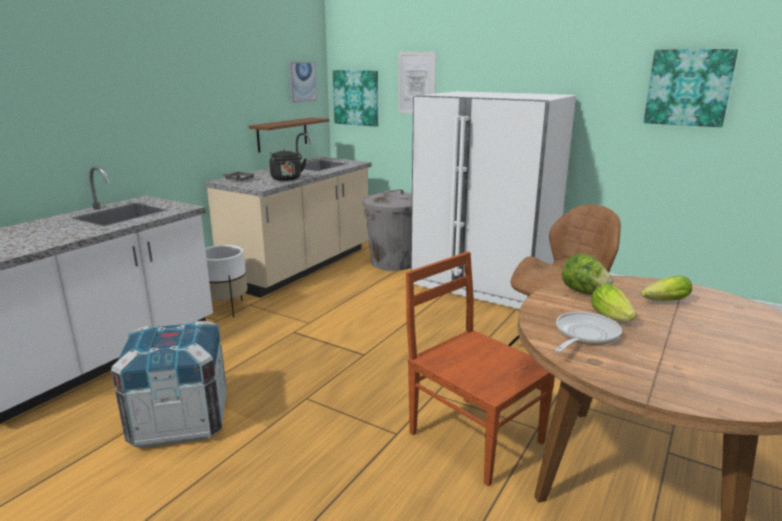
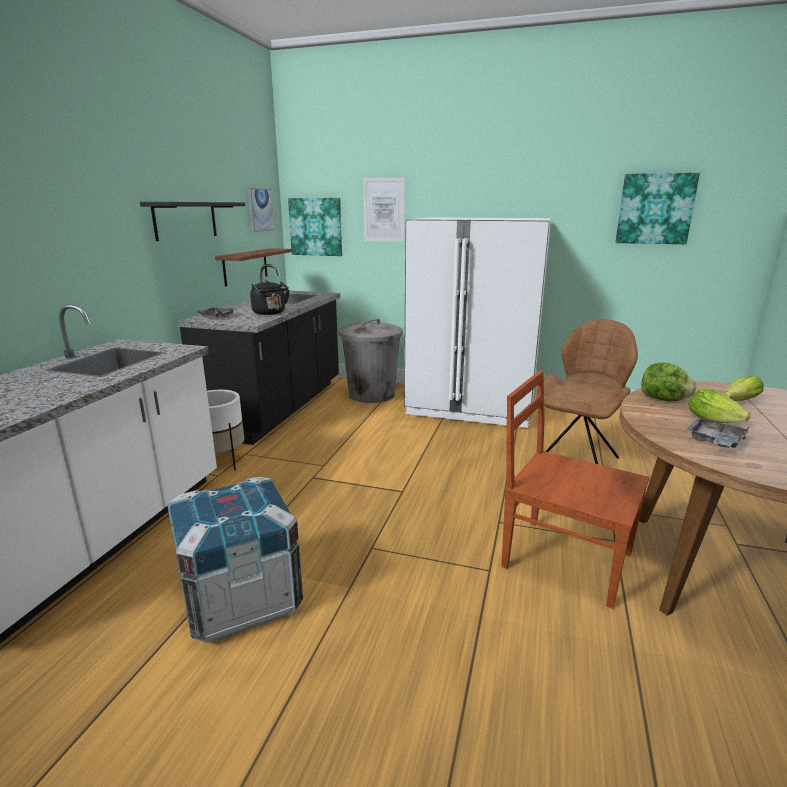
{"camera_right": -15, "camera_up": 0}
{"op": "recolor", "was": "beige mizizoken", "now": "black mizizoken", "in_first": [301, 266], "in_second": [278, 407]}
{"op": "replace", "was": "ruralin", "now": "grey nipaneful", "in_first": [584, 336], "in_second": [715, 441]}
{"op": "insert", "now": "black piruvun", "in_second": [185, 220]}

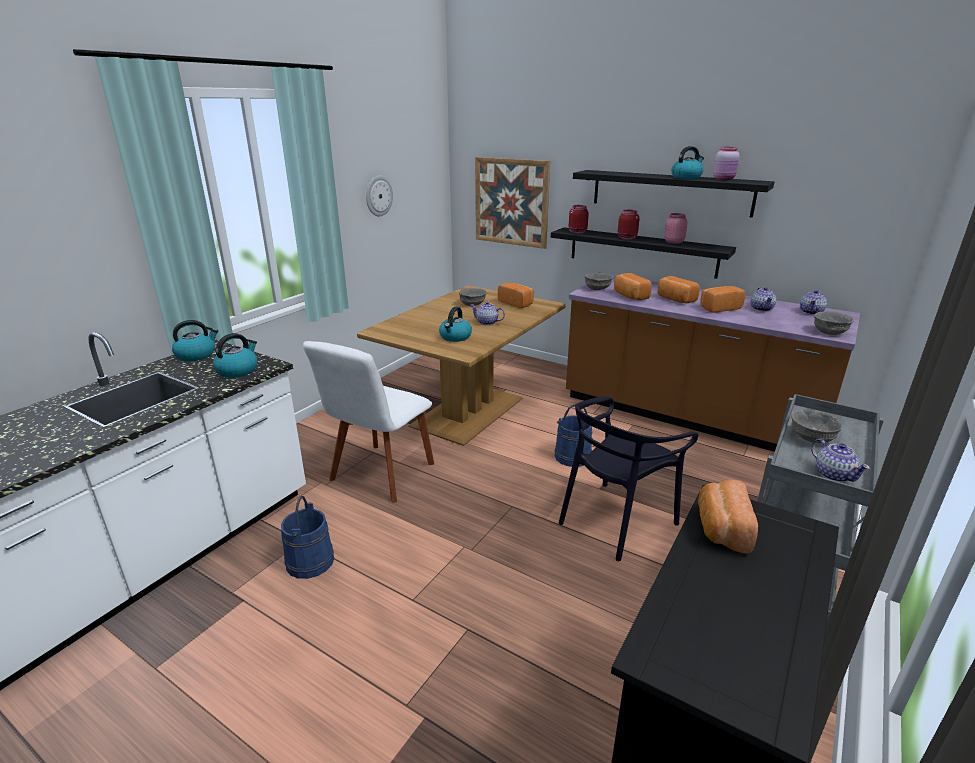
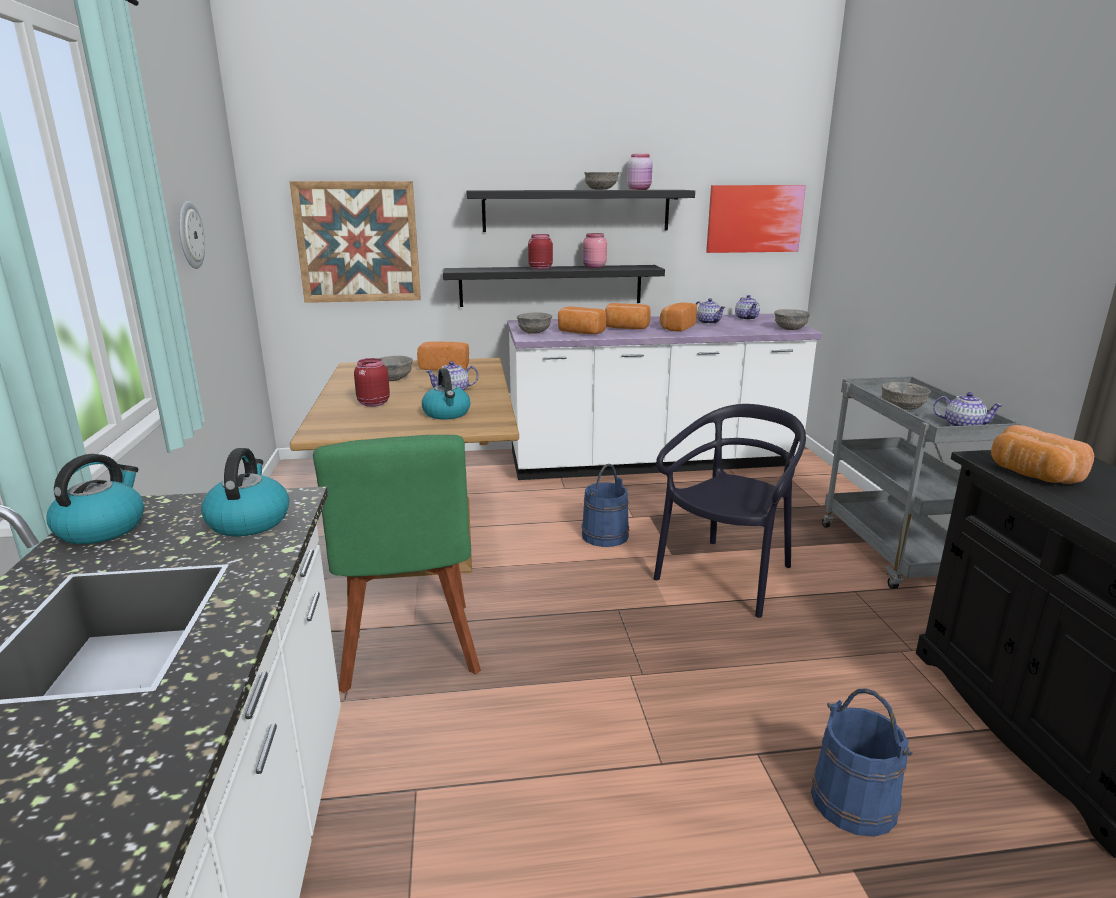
{"camera_right": -40, "camera_up": -5}
{"op": "move", "was": "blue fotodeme", "in_first": [309, 561], "in_second": [853, 801]}
{"op": "recolor", "was": "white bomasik", "now": "green bomasik", "in_first": [380, 474], "in_second": [409, 651]}
{"op": "rotate", "was": "black bomasik", "in_first": [616, 520], "in_second": [727, 576], "clockwise": -150}
{"op": "recolor", "was": "brown mizizoken", "now": "white mizizoken", "in_first": [688, 415], "in_second": [651, 461]}
{"op": "move", "was": "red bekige", "in_first": [577, 232], "in_second": [372, 403]}
{"op": "replace", "was": "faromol", "now": "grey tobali", "in_first": [686, 177], "in_second": [600, 189]}
{"op": "insert", "now": "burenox", "in_second": [754, 218]}

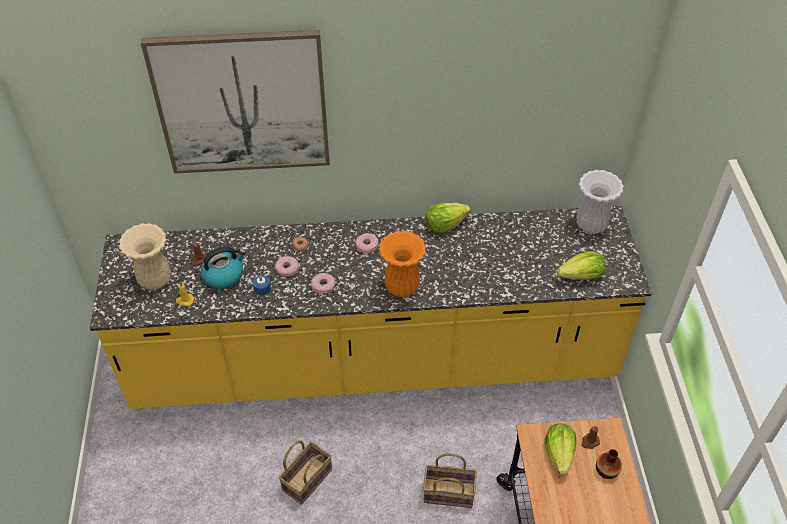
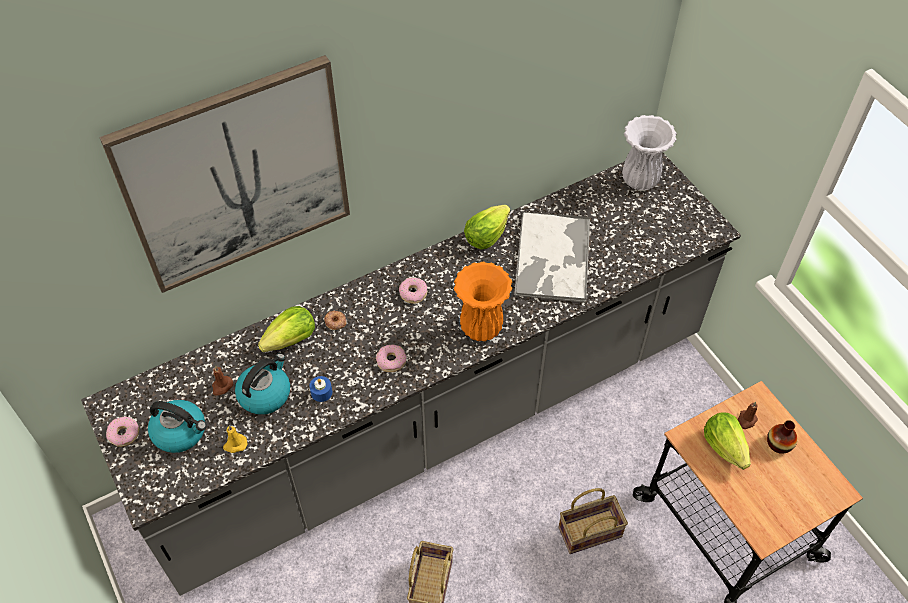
{"camera_right": -25, "camera_up": 5}
{"op": "recolor", "was": "yellow mizizoken", "now": "grey mizizoken", "in_first": [393, 363], "in_second": [454, 410]}
{"op": "replace", "was": "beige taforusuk", "now": "faromol", "in_first": [155, 279], "in_second": [181, 432]}
{"op": "move", "was": "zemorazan", "in_first": [287, 269], "in_second": [124, 434]}
{"op": "move", "was": "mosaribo", "in_first": [581, 276], "in_second": [291, 340]}
{"op": "insert", "now": "nipaneful", "in_second": [552, 258]}

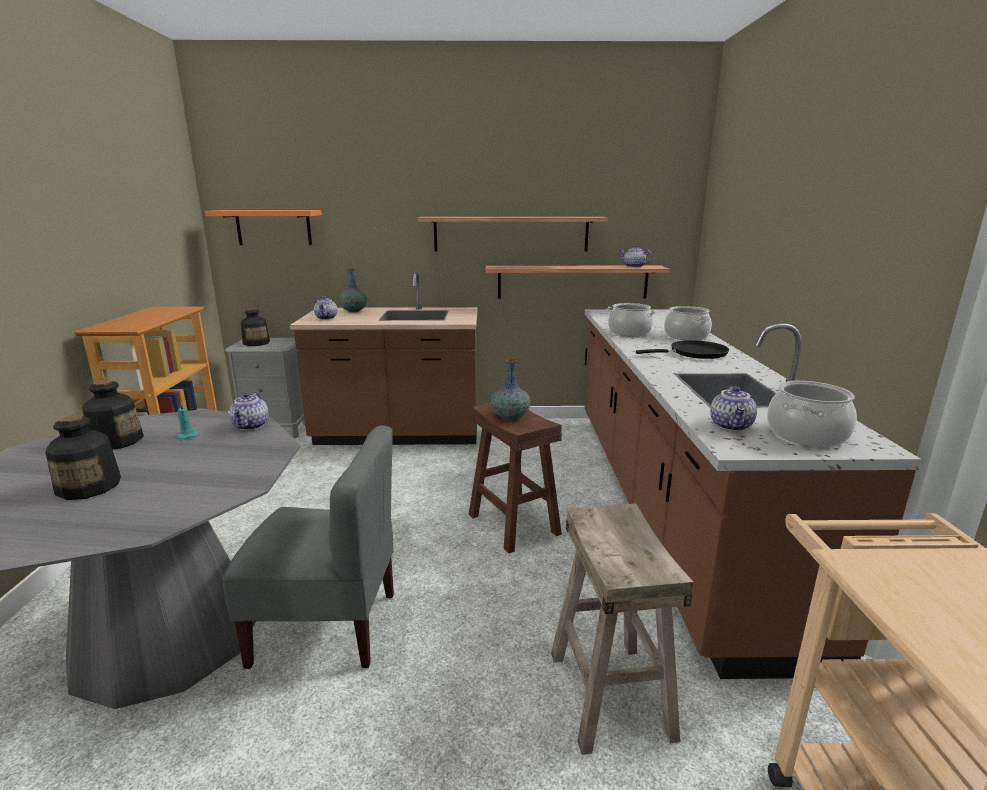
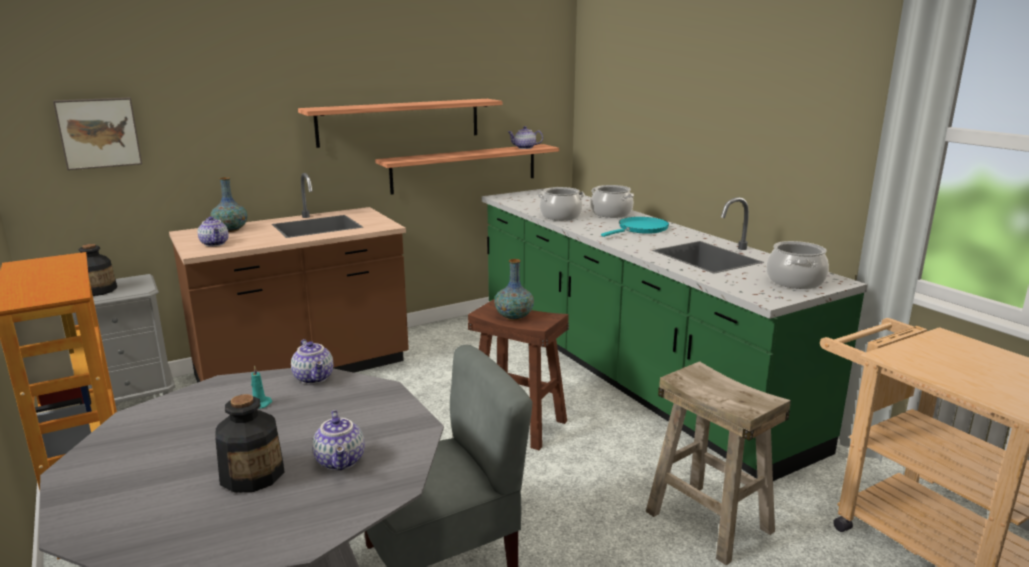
{"camera_right": -30, "camera_up": 0}
{"op": "delete", "was": "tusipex", "in_first": [116, 441]}
{"op": "replace", "was": "orange piruvun", "now": "burenox", "in_first": [273, 227], "in_second": [99, 132]}
{"op": "recolor", "was": "brown mizizoken", "now": "green mizizoken", "in_first": [667, 503], "in_second": [626, 371]}
{"op": "recolor", "was": "black ruralin", "now": "turquoise ruralin", "in_first": [694, 353], "in_second": [640, 229]}
{"op": "move", "was": "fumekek", "in_first": [732, 426], "in_second": [341, 461]}

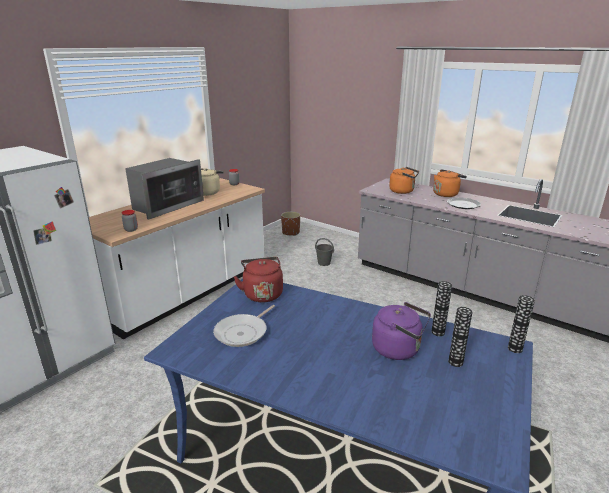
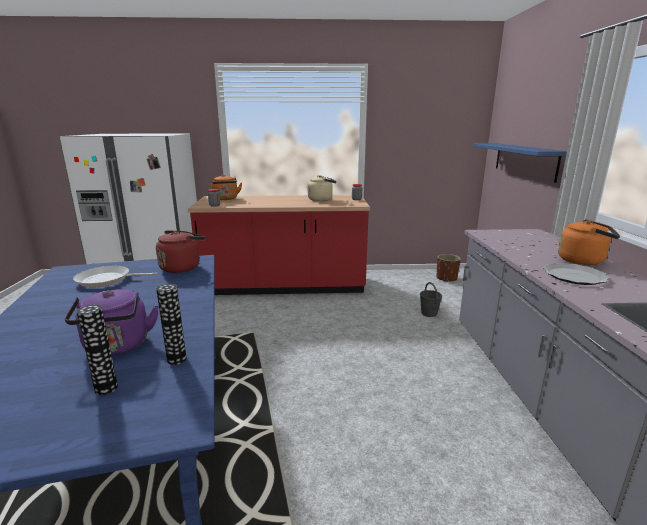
{"camera_right": 50, "camera_up": -5}
{"op": "recolor", "was": "white mizizoken", "now": "red mizizoken", "in_first": [187, 292], "in_second": [284, 286]}
{"op": "delete", "was": "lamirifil", "in_first": [166, 205]}
{"op": "move", "was": "orange faromol", "in_first": [403, 191], "in_second": [225, 199]}
{"op": "delete", "was": "taforusuk", "in_first": [515, 349]}
{"op": "insert", "now": "blue piruvun", "in_second": [524, 160]}

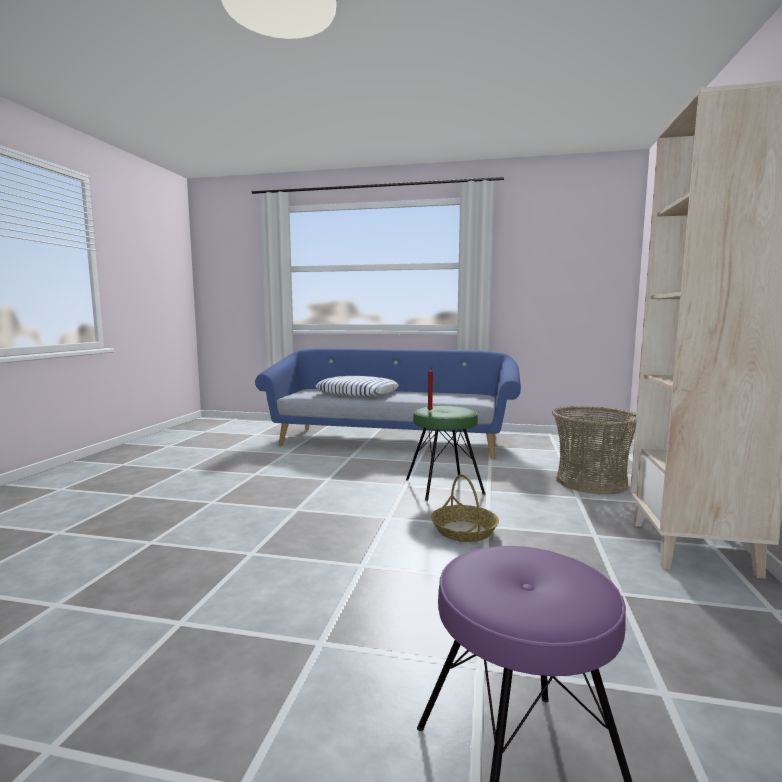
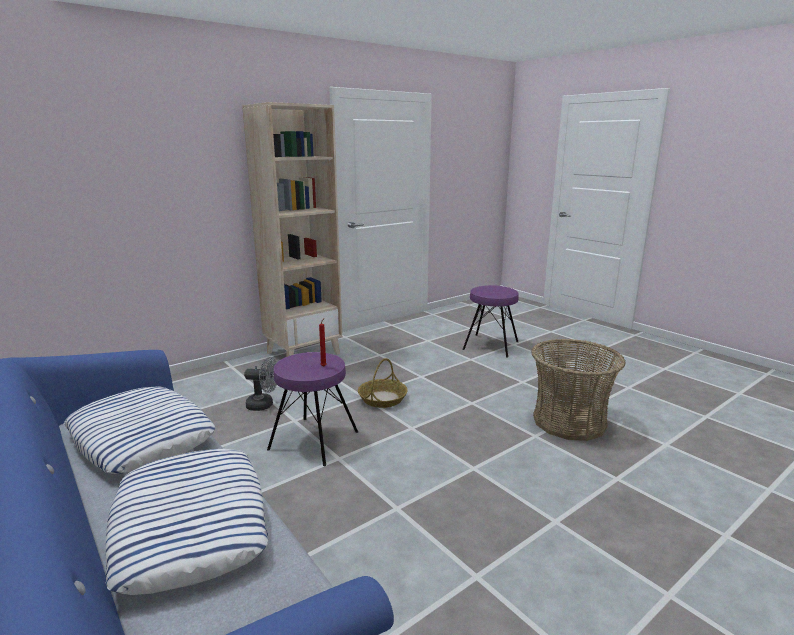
{"camera_right": -140, "camera_up": 10}
{"op": "recolor", "was": "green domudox", "now": "purple domudox", "in_first": [444, 486], "in_second": [313, 440]}
{"op": "move", "was": "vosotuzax", "in_first": [591, 482], "in_second": [569, 421]}
{"op": "insert", "now": "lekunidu", "in_second": [141, 437]}
{"op": "insert", "now": "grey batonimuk", "in_second": [264, 405]}

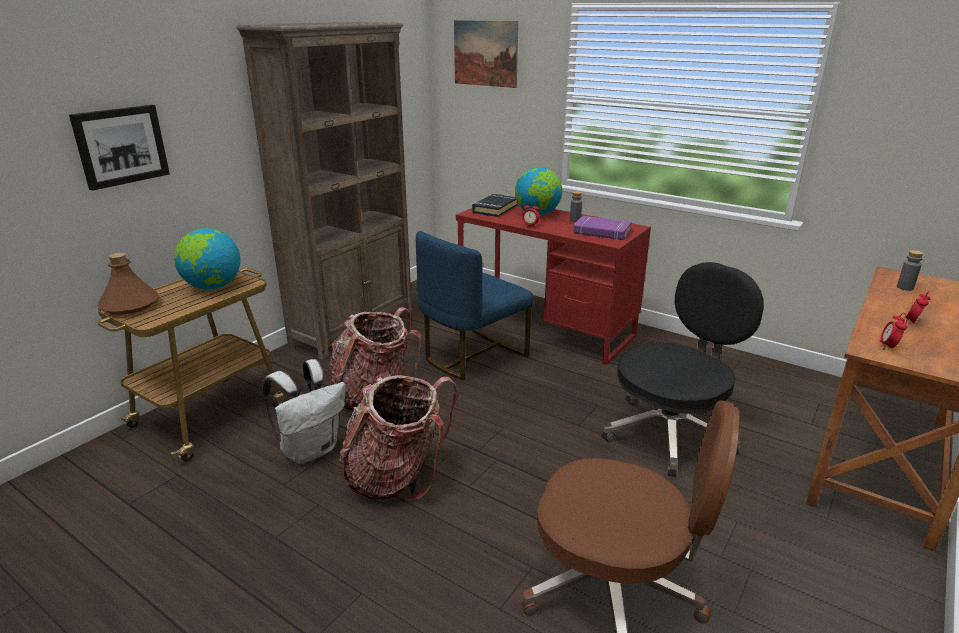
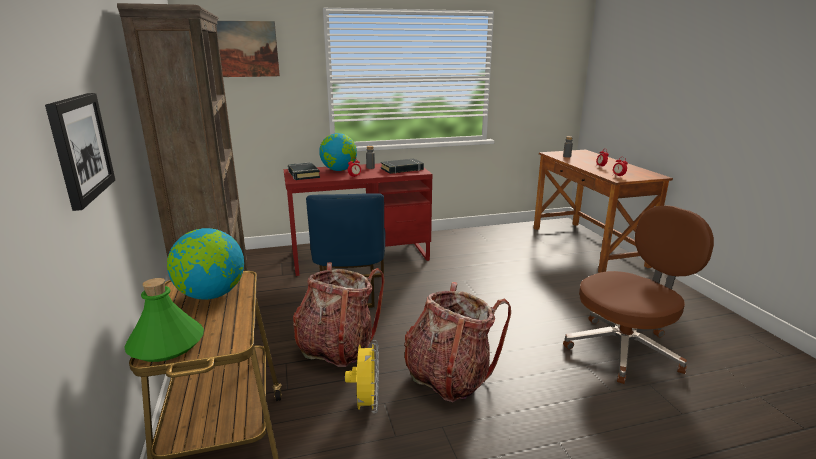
{"camera_right": -50, "camera_up": -5}
{"op": "recolor", "was": "brown tusipex", "now": "green tusipex", "in_first": [130, 305], "in_second": [167, 344]}
{"op": "replace", "was": "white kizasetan", "now": "yellow batonimuk", "in_first": [311, 450], "in_second": [366, 404]}
{"op": "recolor", "was": "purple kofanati", "now": "black kofanati", "in_first": [602, 232], "in_second": [402, 169]}
{"op": "delete", "was": "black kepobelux", "in_first": [670, 433]}

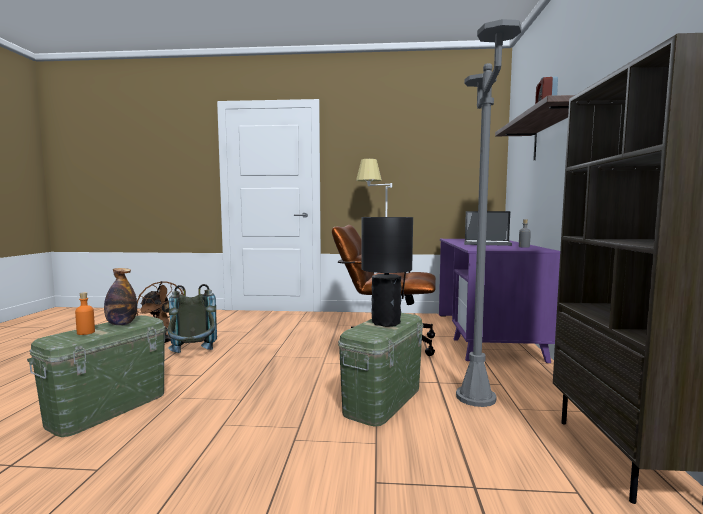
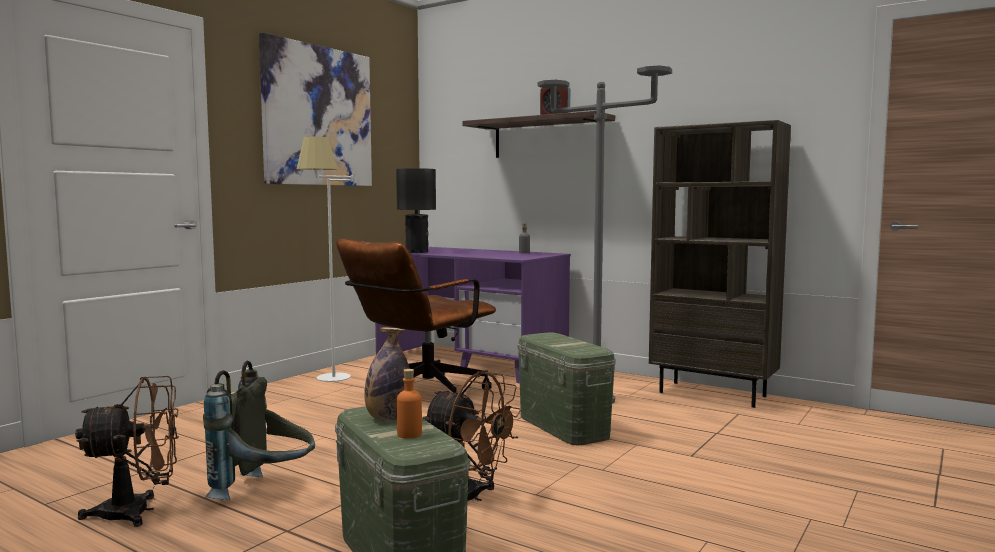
{"camera_right": -60, "camera_up": 0}
{"op": "move", "was": "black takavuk", "in_first": [386, 323], "in_second": [417, 252]}
{"op": "delete", "was": "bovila", "in_first": [487, 243]}
{"op": "insert", "now": "burenox", "in_second": [318, 116]}
{"op": "insert", "now": "brown batonimuk", "in_second": [470, 498]}

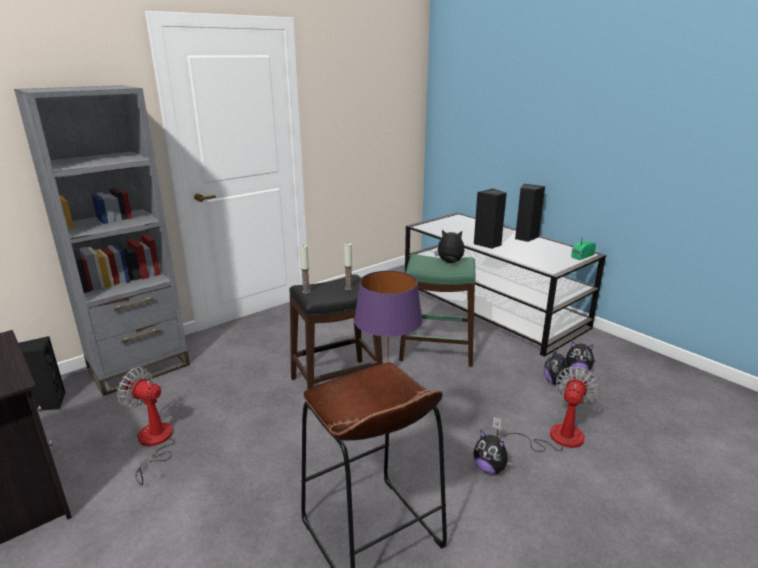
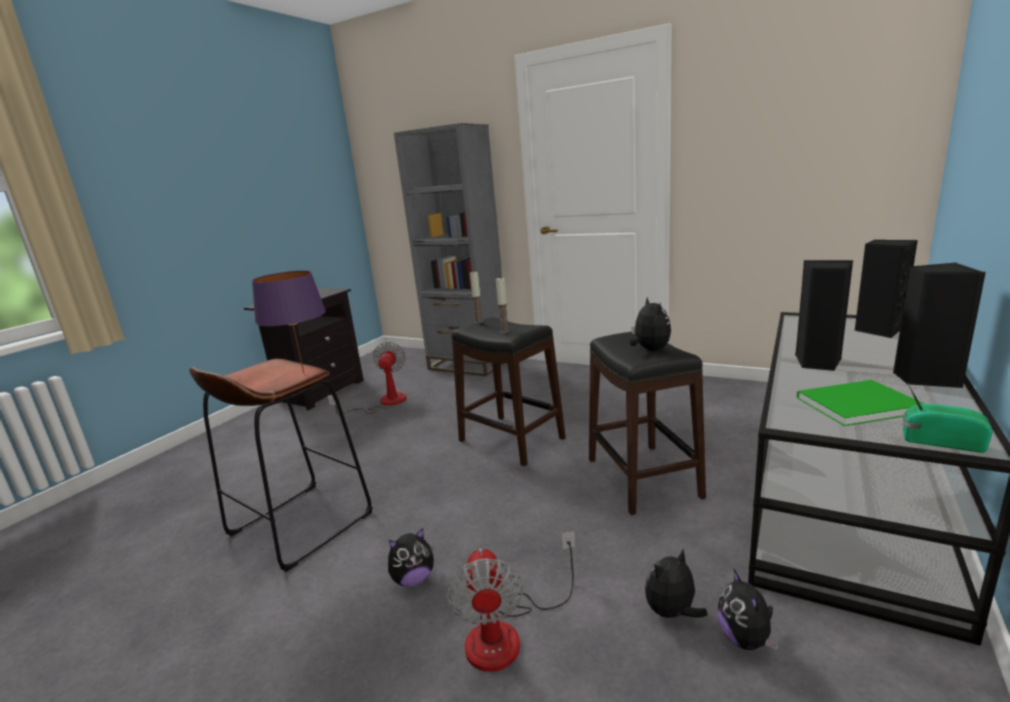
{"camera_right": 70, "camera_up": -5}
{"op": "move", "was": "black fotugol", "in_first": [48, 403], "in_second": [878, 330]}
{"op": "recolor", "was": "green domudox", "now": "black domudox", "in_first": [437, 350], "in_second": [642, 478]}
{"op": "rotate", "was": "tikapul", "in_first": [490, 468], "in_second": [413, 579], "clockwise": -135}
{"op": "rotate", "was": "batonimuk", "in_first": [554, 437], "in_second": [508, 633], "clockwise": 75}
{"op": "insert", "now": "green kofanati", "in_second": [853, 404]}

